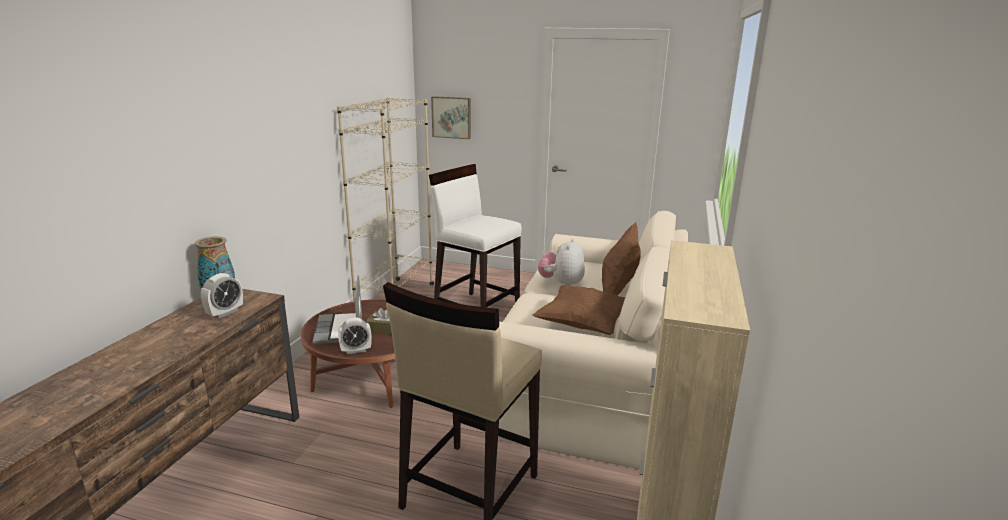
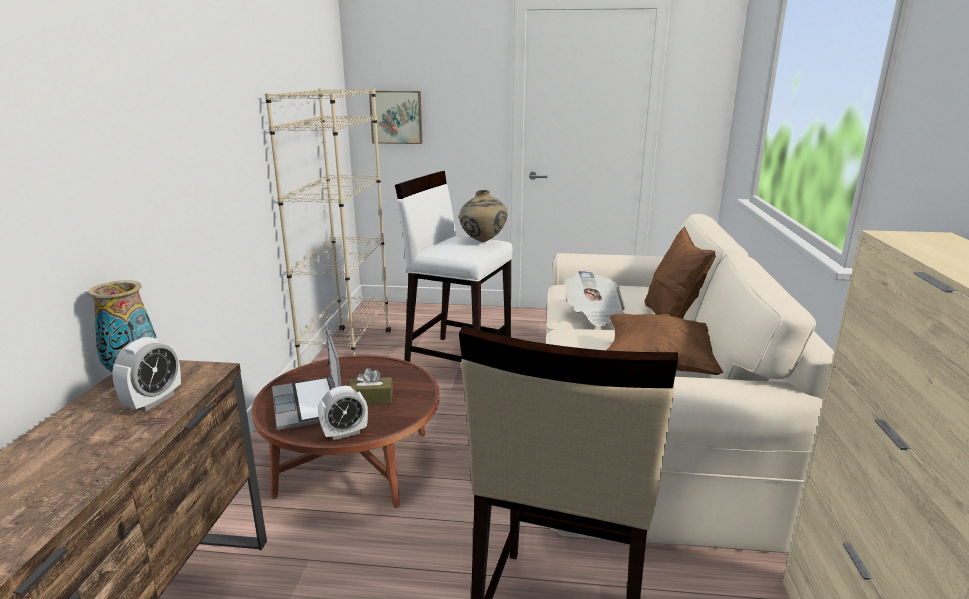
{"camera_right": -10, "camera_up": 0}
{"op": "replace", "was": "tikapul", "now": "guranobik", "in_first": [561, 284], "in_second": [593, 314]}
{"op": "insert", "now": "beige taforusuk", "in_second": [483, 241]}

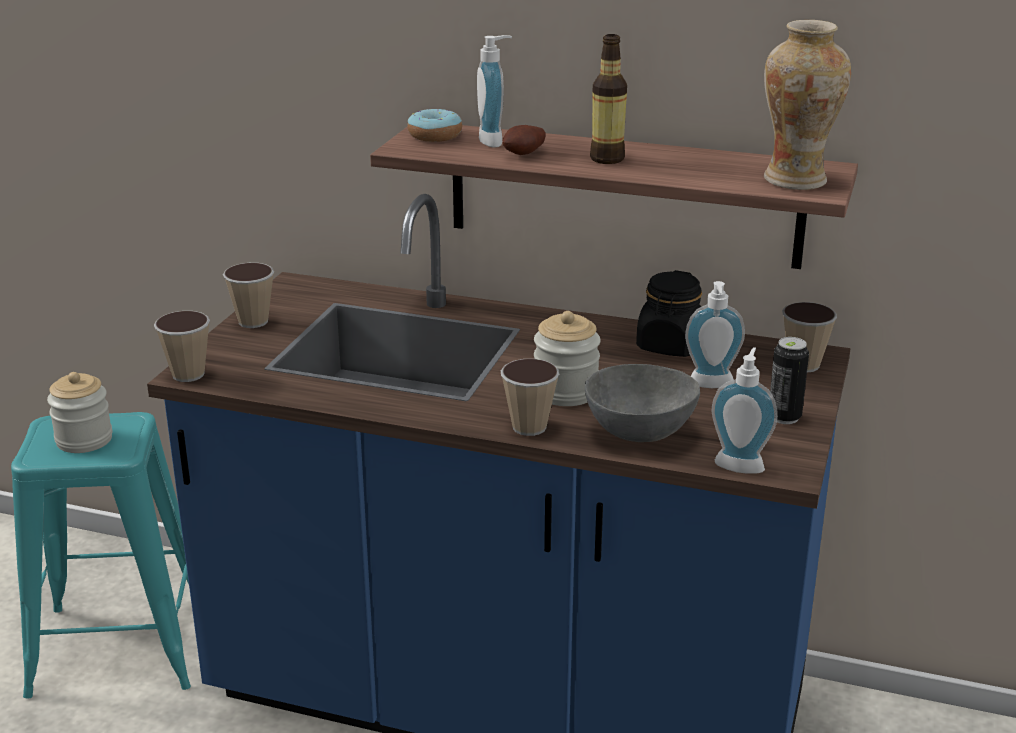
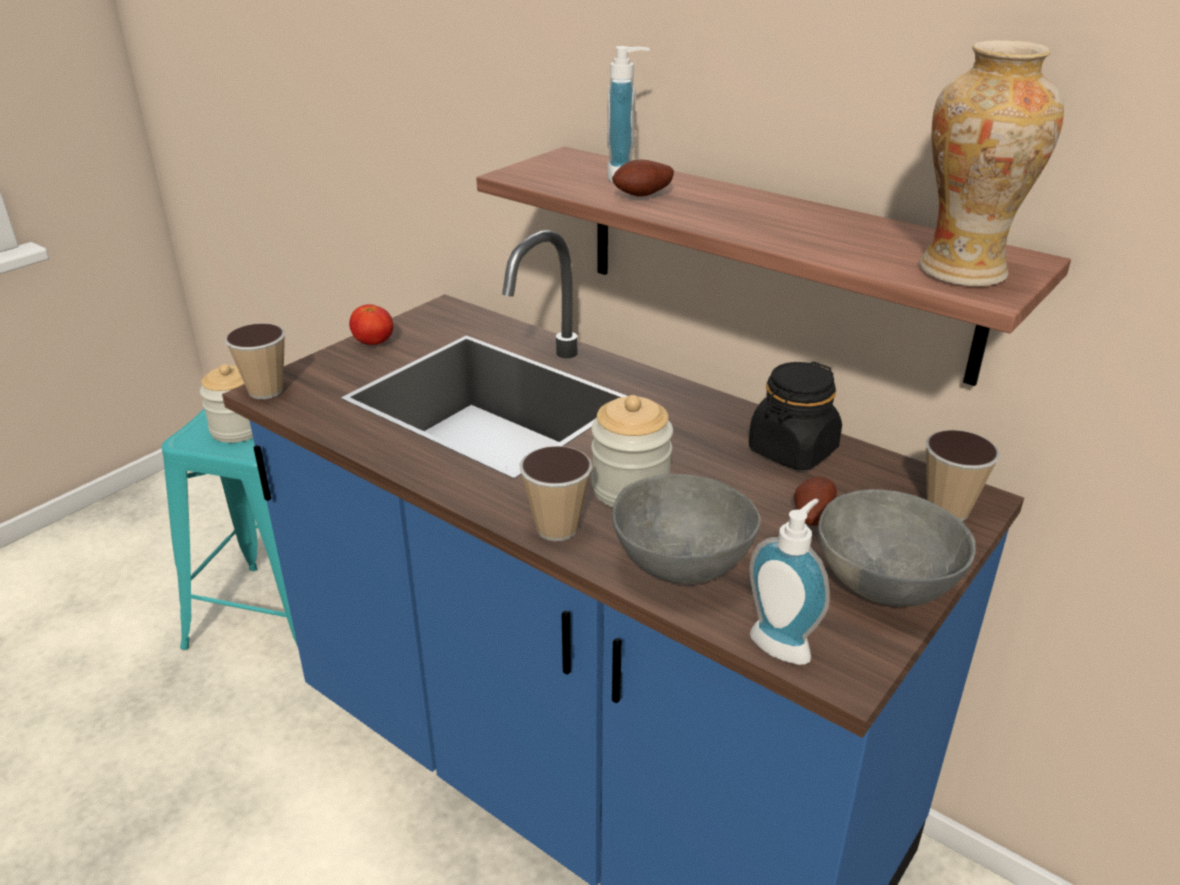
{"camera_right": 20, "camera_up": 5}
{"op": "replace", "was": "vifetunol", "now": "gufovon", "in_first": [253, 322], "in_second": [373, 343]}
{"op": "delete", "was": "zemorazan", "in_first": [435, 136]}
{"op": "delete", "was": "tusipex", "in_first": [607, 159]}
{"op": "replace", "was": "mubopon", "now": "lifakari", "in_first": [711, 386], "in_second": [811, 516]}
{"op": "replace", "was": "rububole", "now": "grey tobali", "in_first": [784, 417], "in_second": [881, 583]}

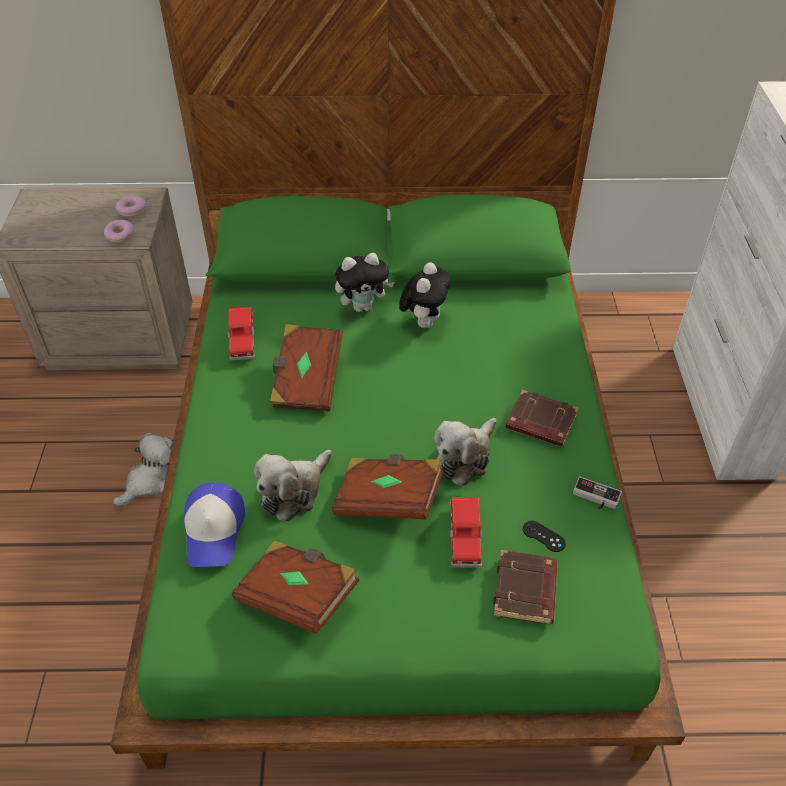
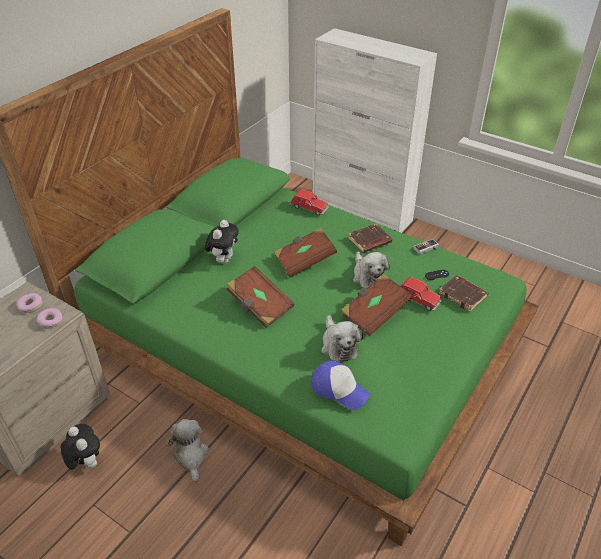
{"camera_right": -55, "camera_up": -5}
{"op": "move", "was": "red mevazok", "in_first": [243, 341], "in_second": [308, 208]}
{"op": "move", "was": "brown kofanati", "in_first": [298, 596], "in_second": [304, 261]}
{"op": "move", "was": "tikapul", "in_first": [424, 321], "in_second": [86, 462]}

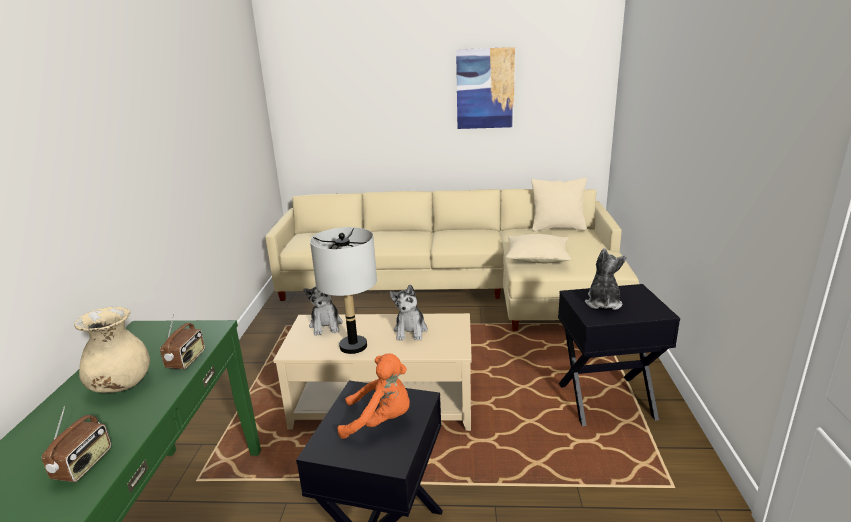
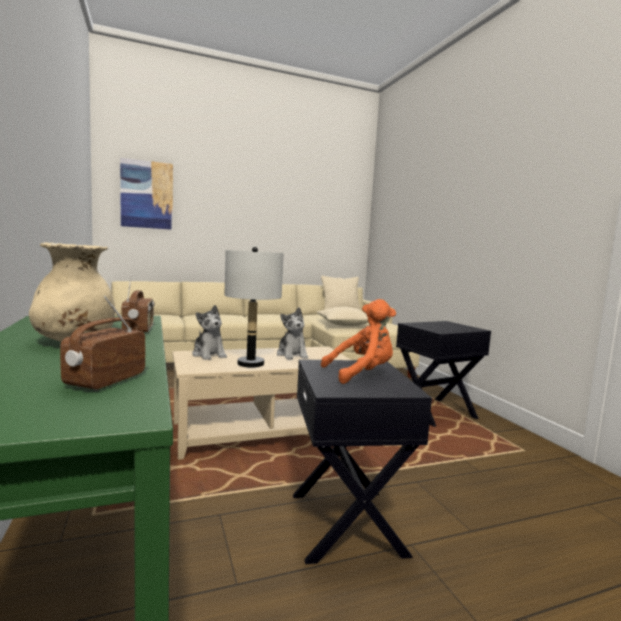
{"camera_right": -25, "camera_up": -15}
{"op": "rotate", "was": "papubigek", "in_first": [84, 465], "in_second": [104, 380], "clockwise": -150}
{"op": "move", "was": "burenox", "in_first": [485, 89], "in_second": [147, 195]}
{"op": "delete", "was": "tikapul", "in_first": [602, 303]}

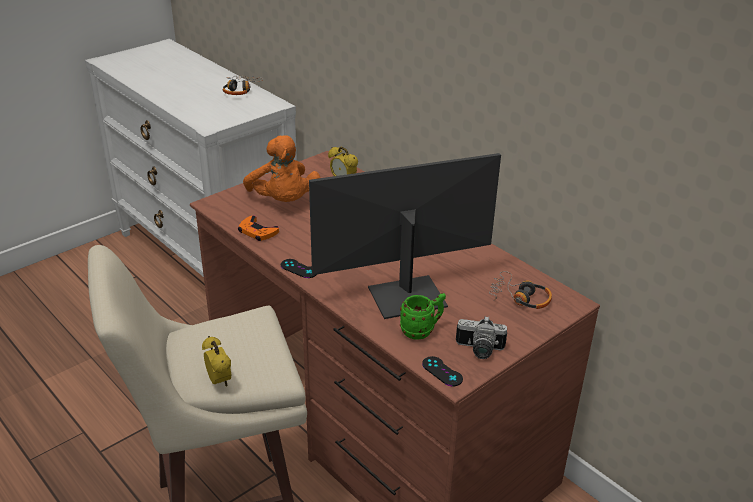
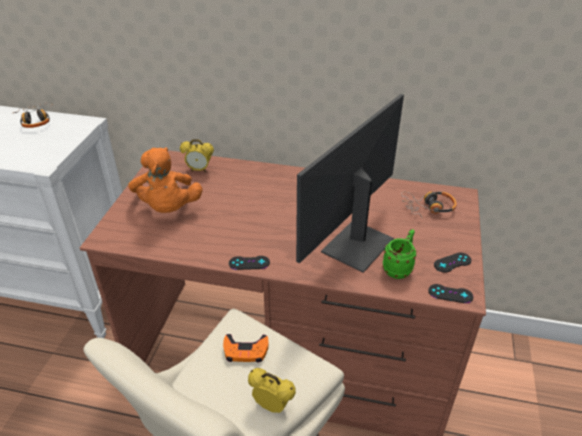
{"camera_right": -35, "camera_up": 5}
{"op": "move", "was": "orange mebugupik", "in_first": [257, 232], "in_second": [245, 351]}
{"op": "rotate", "was": "orange tikapul", "in_first": [283, 201], "in_second": [168, 208], "clockwise": 45}
{"op": "replace", "was": "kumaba", "now": "black mebugupik", "in_first": [479, 350], "in_second": [452, 262]}

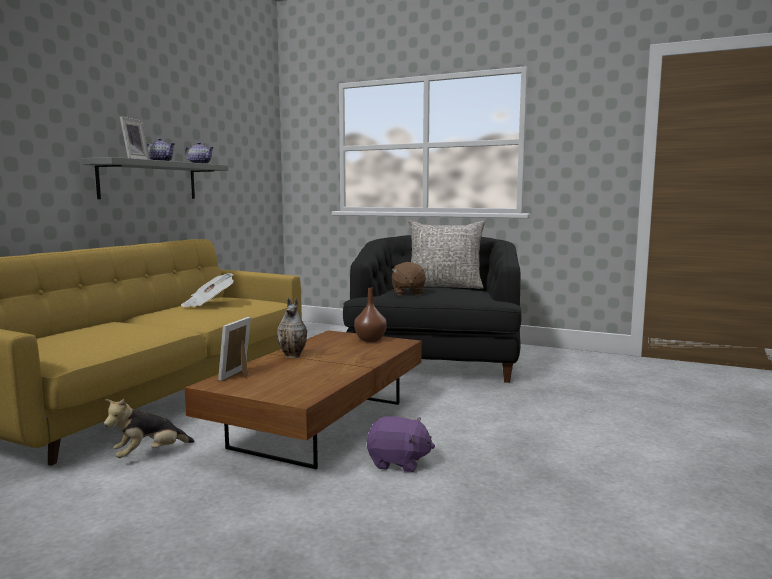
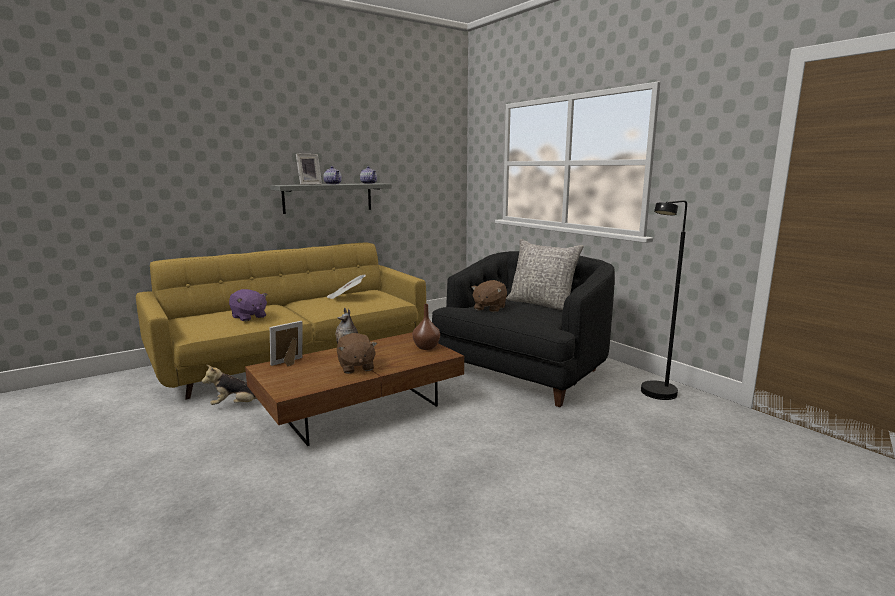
{"camera_right": 30, "camera_up": 5}
{"op": "move", "was": "purple tikapul", "in_first": [398, 462], "in_second": [249, 317]}
{"op": "insert", "now": "brown tikapul", "in_second": [356, 367]}
{"op": "insert", "now": "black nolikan", "in_second": [656, 396]}

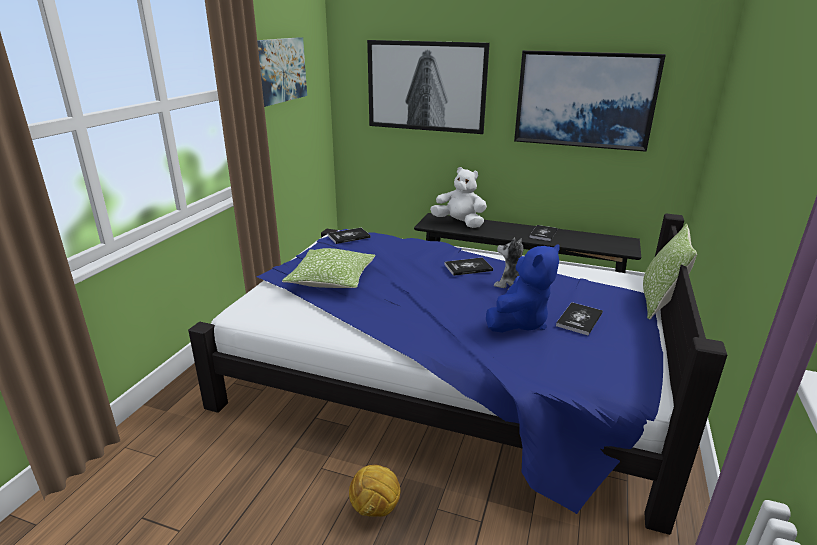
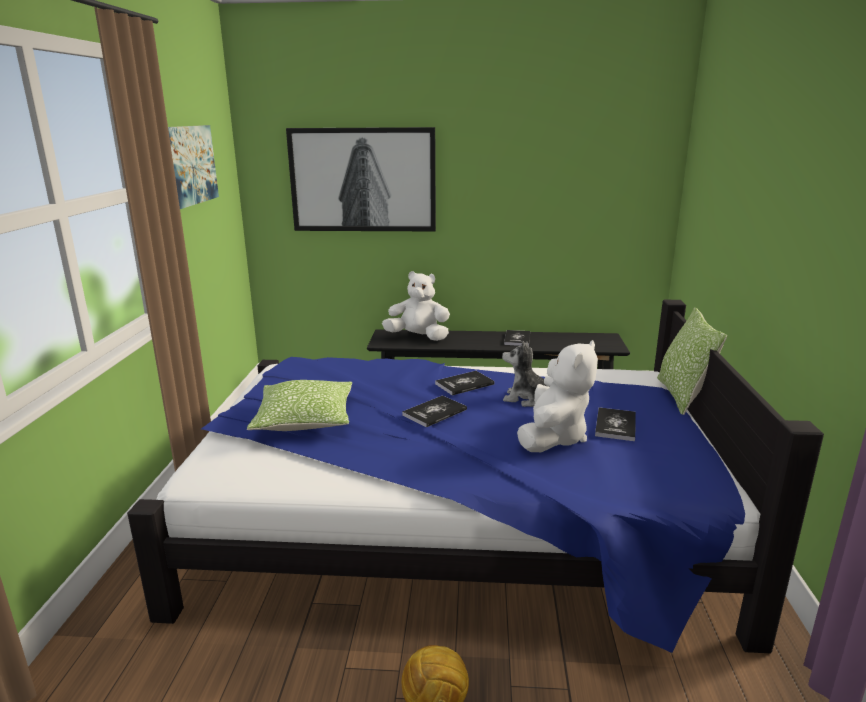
{"camera_right": -15, "camera_up": -5}
{"op": "move", "was": "kofanati", "in_first": [349, 236], "in_second": [434, 412]}
{"op": "recolor", "was": "blue tikapul", "now": "white tikapul", "in_first": [519, 322], "in_second": [553, 437]}
{"op": "delete", "was": "burenox", "in_first": [584, 100]}

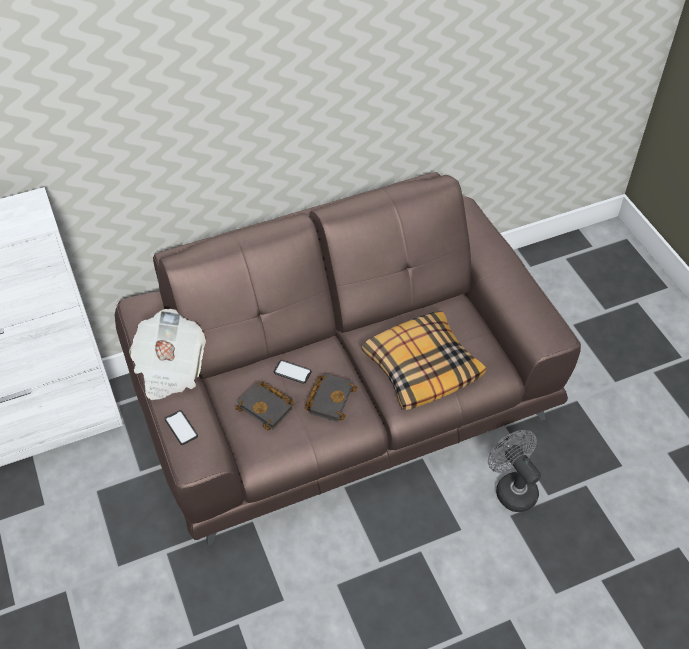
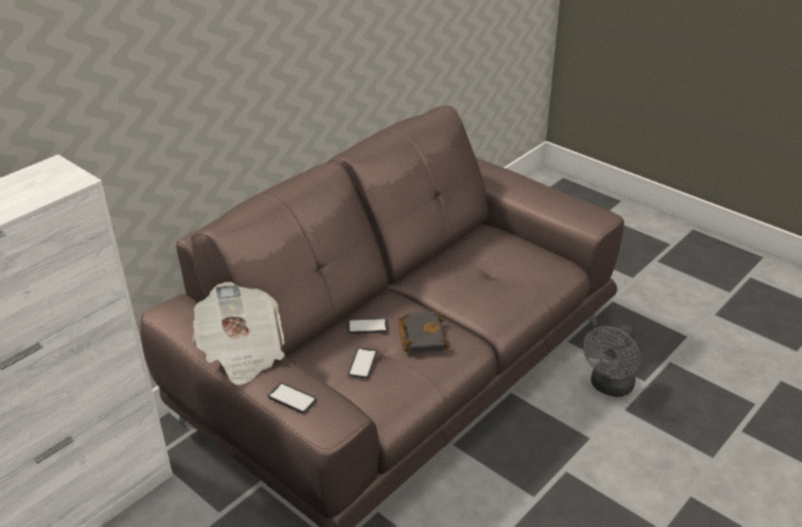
{"camera_right": -25, "camera_up": -15}
{"op": "replace", "was": "black kofanati", "now": "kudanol", "in_first": [267, 407], "in_second": [362, 363]}
{"op": "delete", "was": "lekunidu", "in_first": [421, 367]}
{"op": "rotate", "was": "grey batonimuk", "in_first": [512, 488], "in_second": [609, 387], "clockwise": -90}

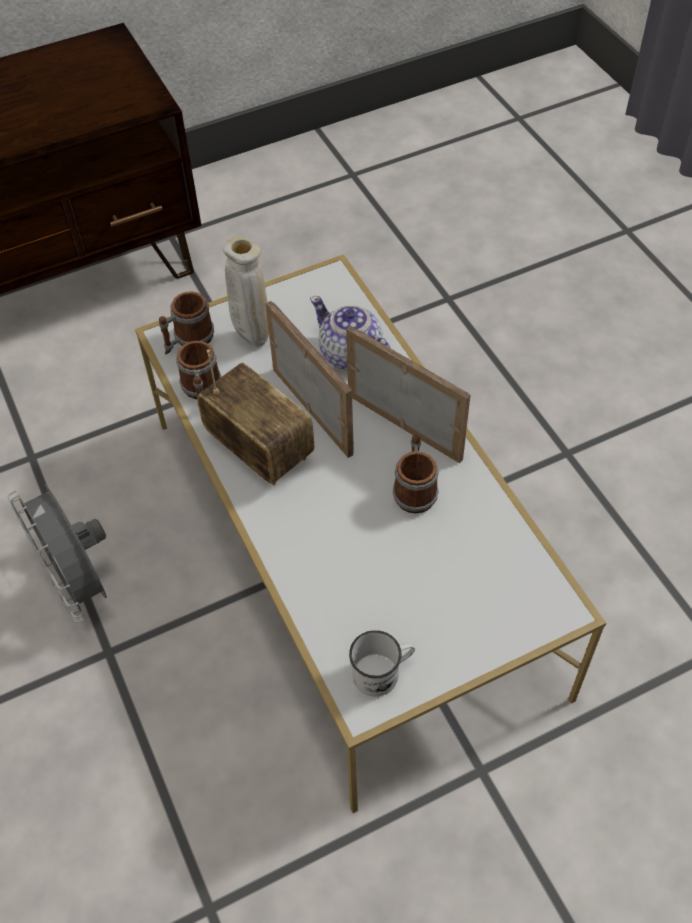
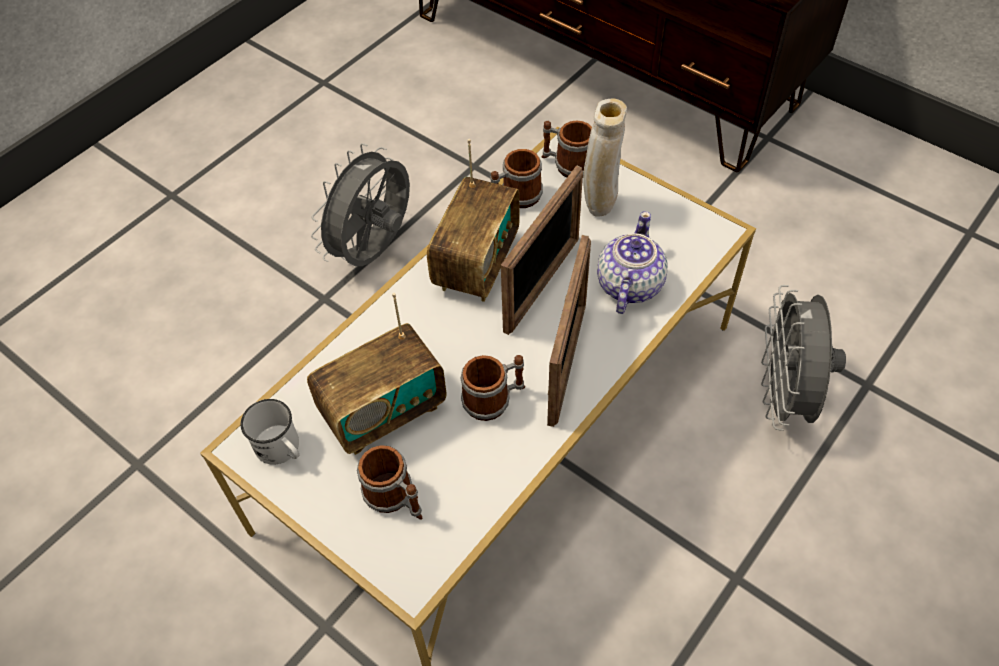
{"camera_right": 65, "camera_up": 0}
{"op": "insert", "now": "papubigek", "in_second": [384, 412]}
{"op": "insert", "now": "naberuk", "in_second": [395, 498]}
{"op": "insert", "now": "grey batonimuk", "in_second": [784, 397]}

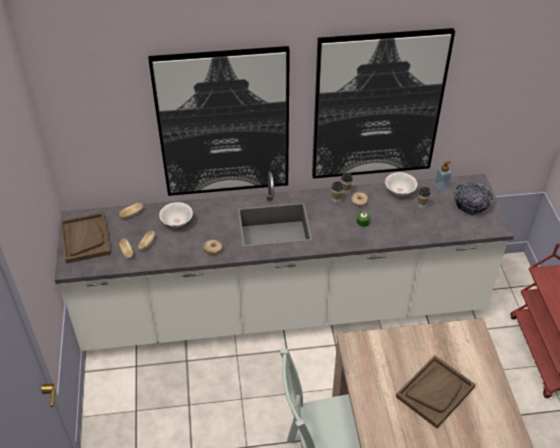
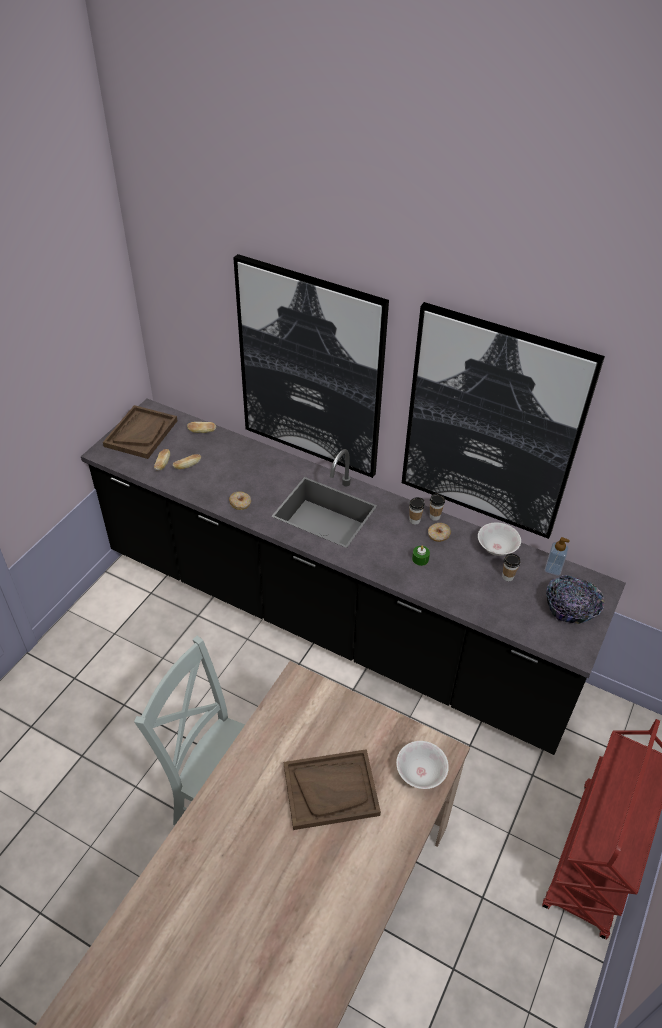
{"camera_right": 35, "camera_up": 0}
{"op": "recolor", "was": "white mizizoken", "now": "black mizizoken", "in_first": [280, 310], "in_second": [328, 620]}
{"op": "move", "was": "white tobali", "in_first": [177, 222], "in_second": [420, 773]}

